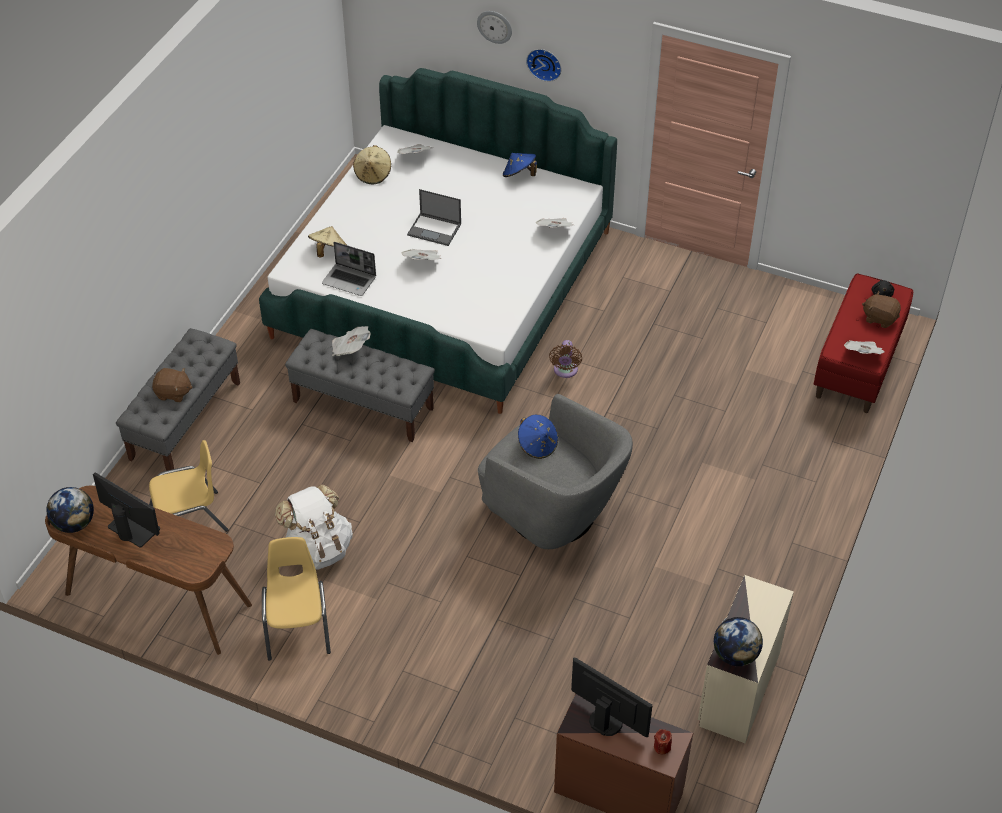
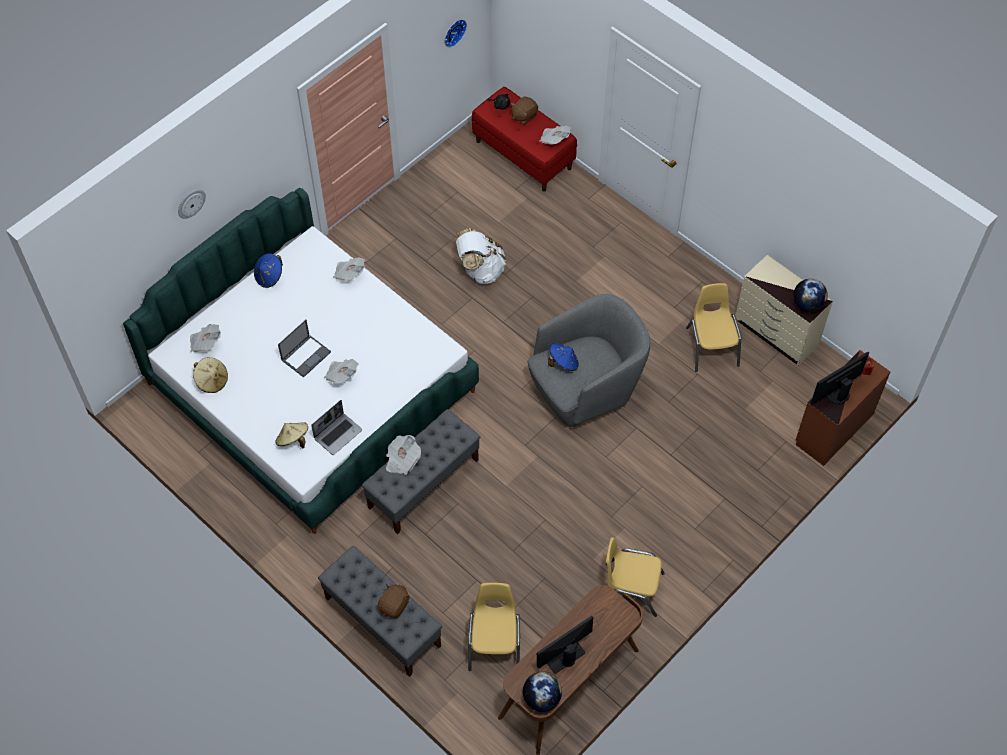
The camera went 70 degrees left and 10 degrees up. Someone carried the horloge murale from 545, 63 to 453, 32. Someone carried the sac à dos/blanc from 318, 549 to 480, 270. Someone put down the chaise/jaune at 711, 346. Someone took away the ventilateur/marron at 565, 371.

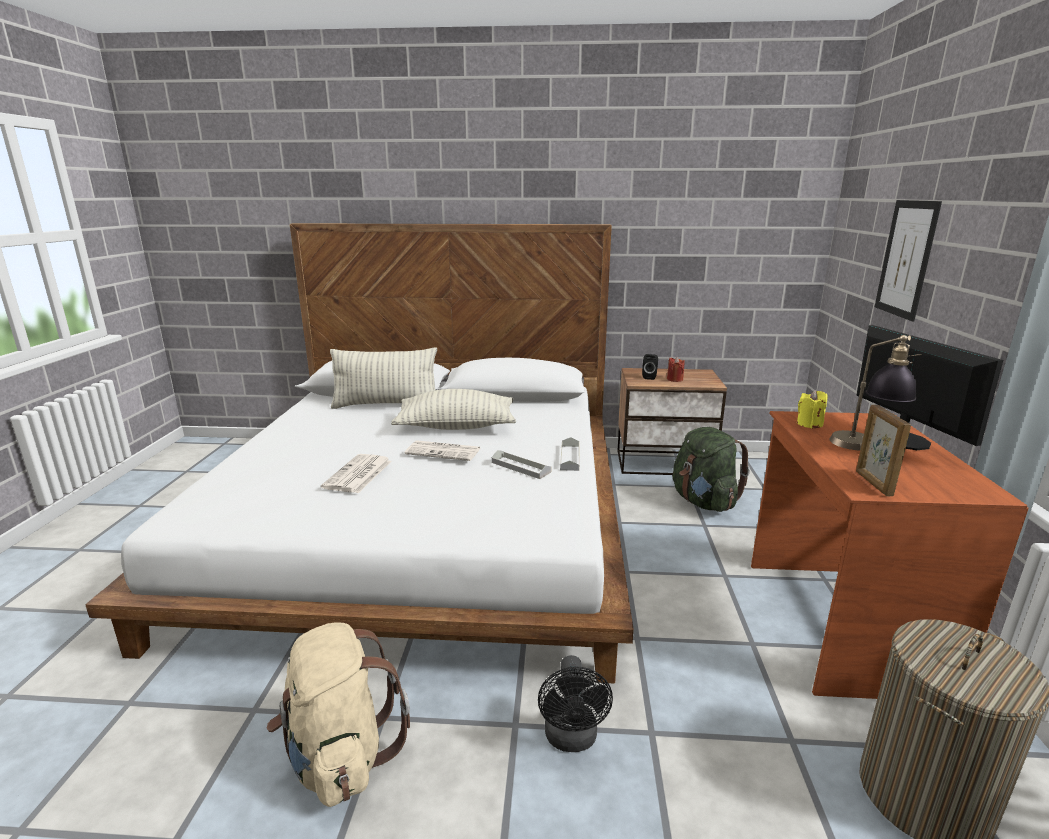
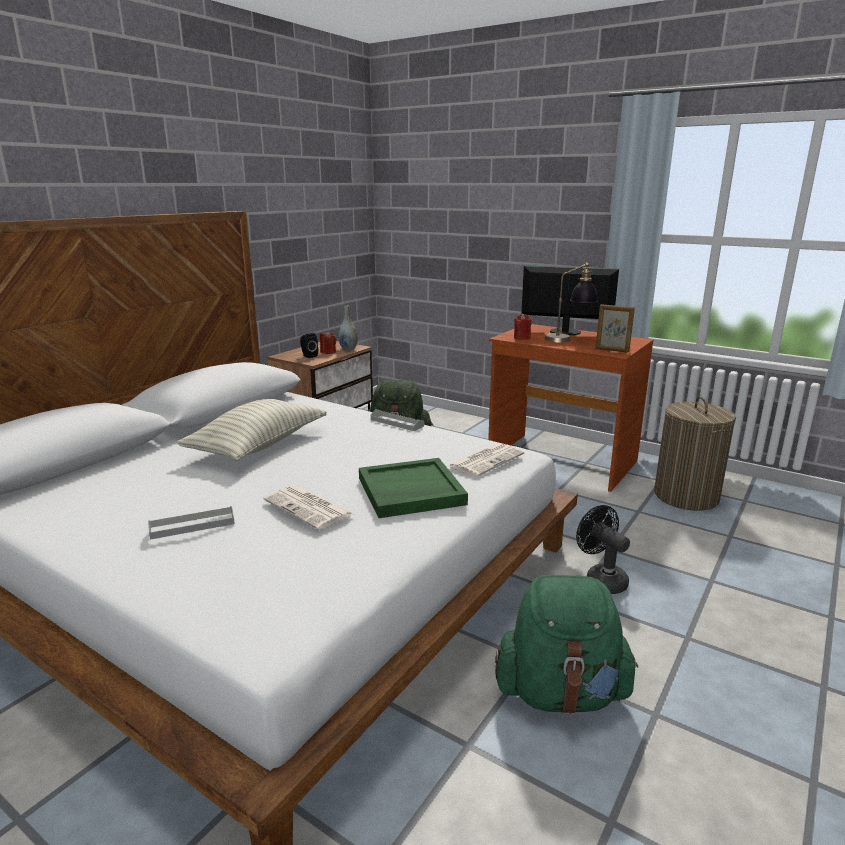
The camera went 60 degrees left and 0 degrees up. Someone carried the plateau/gris from 521, 467 to 192, 525. Someone put down the vase/gris at 348, 349. Someone put down the plateau/vert at 410, 491. Someone carried the journal from 444, 451 to 486, 460. Someone repainted the sac à dos/beige at 341, 756, which became the sac à dos/vert at 561, 693. Someone repainted the bougie/jaune at 809, 424, which became the bougie/rouge at 522, 338. Someone rotated the ventilateur/noir at 572, 739 by 150 degrees counterclockwise. Someone took away the coussin at 386, 405. Someone took away the tableau at 906, 259.

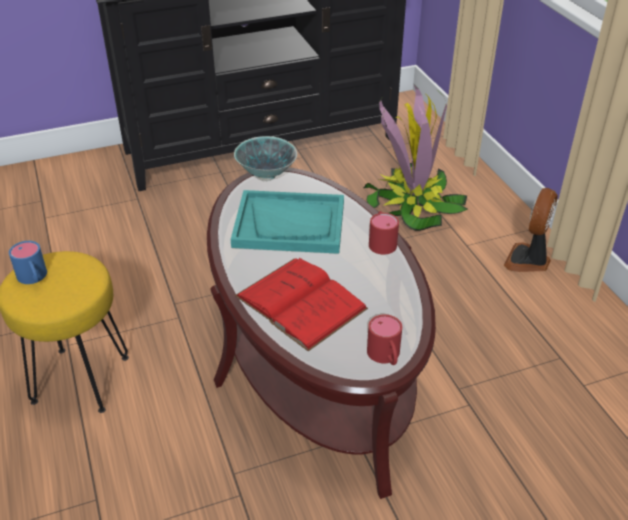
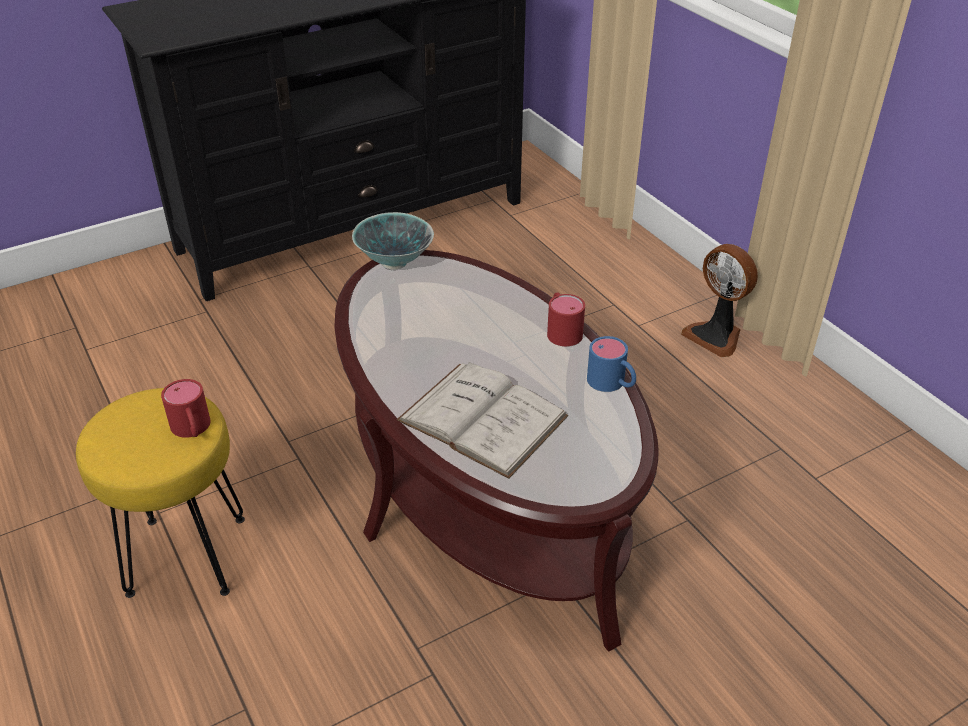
The camera went 10 degrees left and 0 degrees up. Someone carried the mug/rouge from 386, 357 to 192, 429. Someone repainted the livre/rouge at 300, 302, which became the livre/blanc at 482, 418. Someone carried the mug/bleu from 34, 278 to 612, 384. Someone rotated the ventilateur at 528, 260 by 60 degrees counterclockwise. Someone took away the plateau/turquoise at 290, 224. Someone took away the plante en pot at 411, 206.

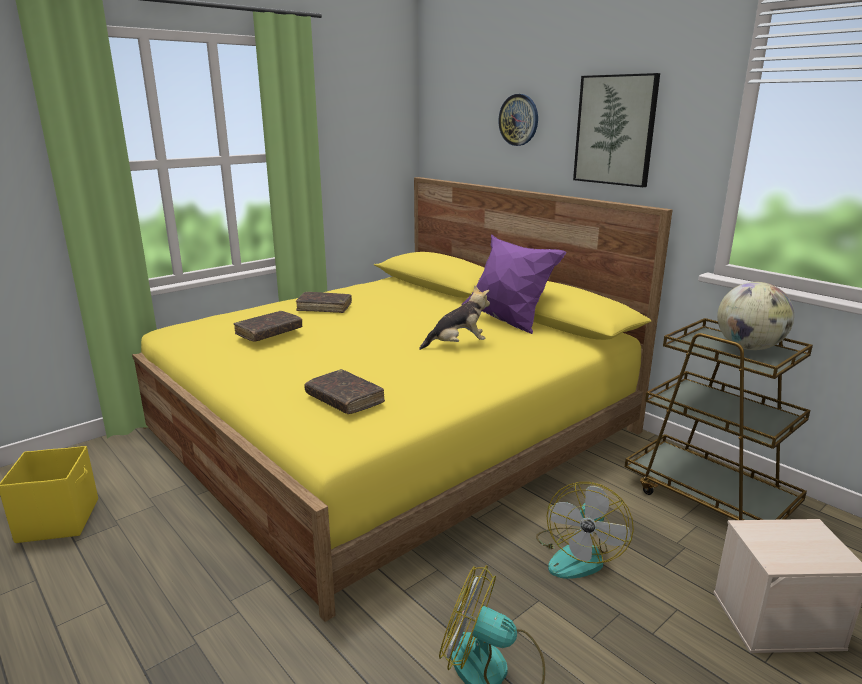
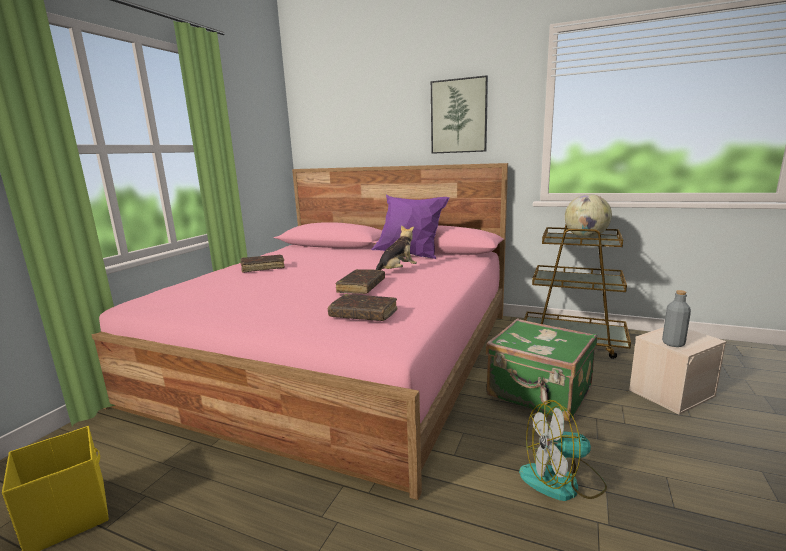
The camera went 25 degrees left and 5 degrees down. Someone repainted the lit/jaune at 391, 429, which became the lit/rose at 340, 354. Someone carried the livre/marron from 269, 332 to 361, 287. Someone swapped the ventilateur at 578, 554 for the valise/vert at 539, 393. Someone put down the bouteille/gris at 673, 343. Someone took away the horloge murale at 519, 120.

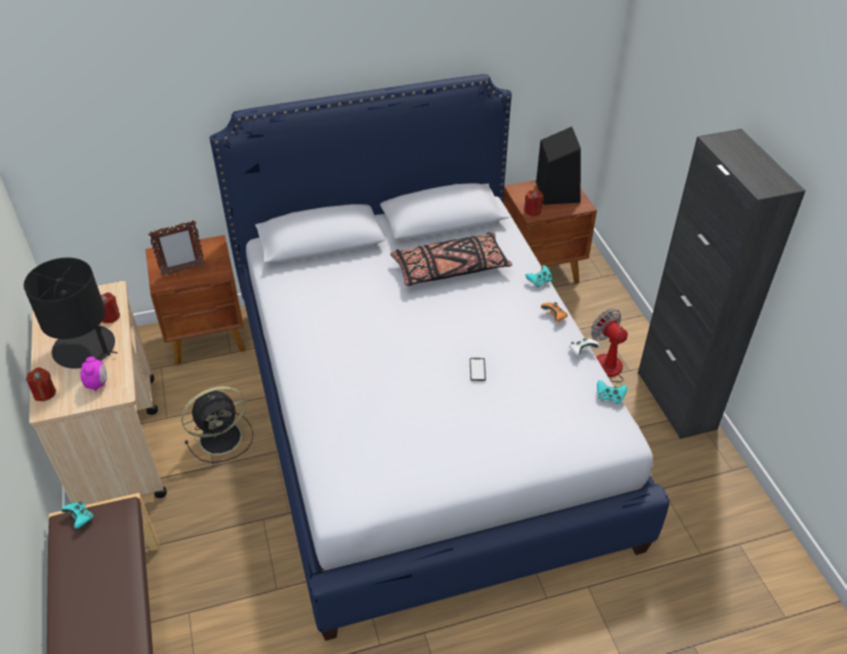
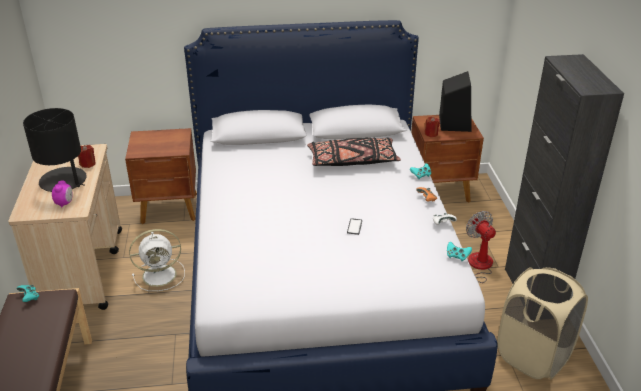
The camera went 10 degrees right and 10 degrees down. Someone repainted the ventilateur/noir at 222, 437, which became the ventilateur/blanc at 161, 275. Someone put down the panier à linge/beige at 533, 356. Someone took away the bougie/rouge at 44, 393. Someone took away the cadre photo at 182, 270.

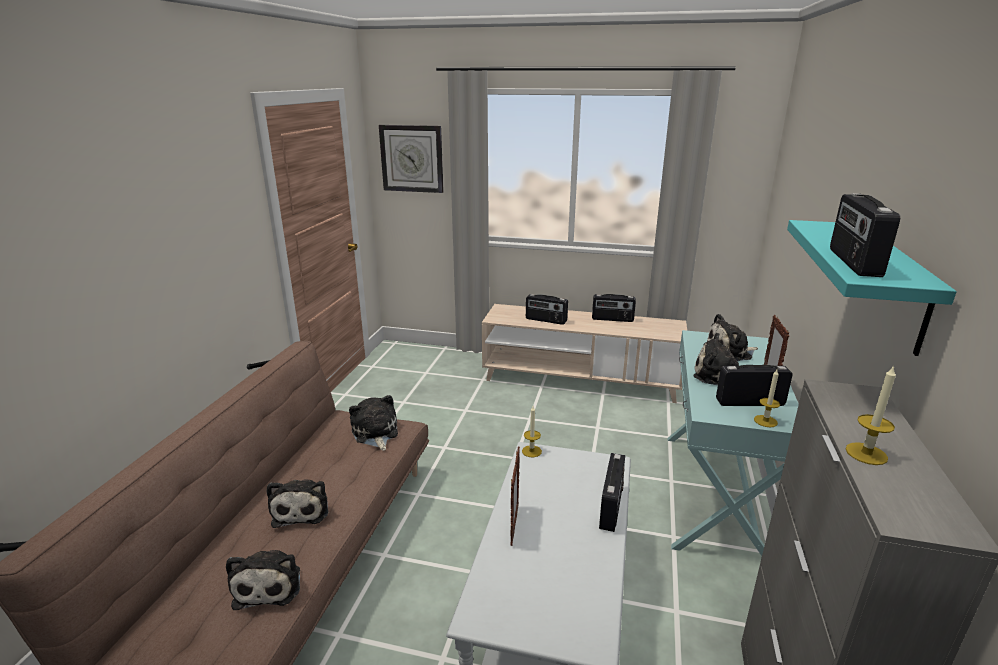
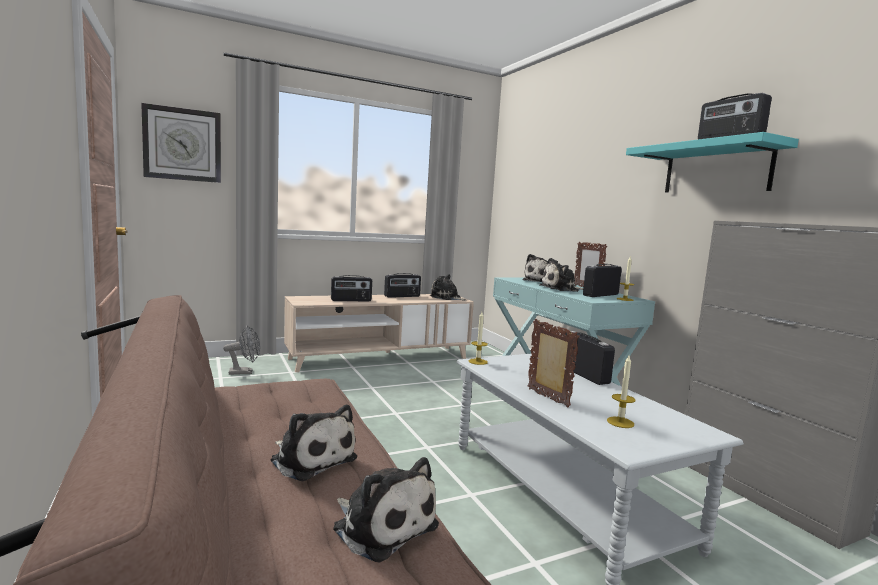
The camera went 40 degrees left and 15 degrees down. Someone put down the ventilateur/gris at 245, 372. Someone carried the peluche from 375, 433 to 446, 298. Someone carried the bougie from 866, 453 to 620, 422.

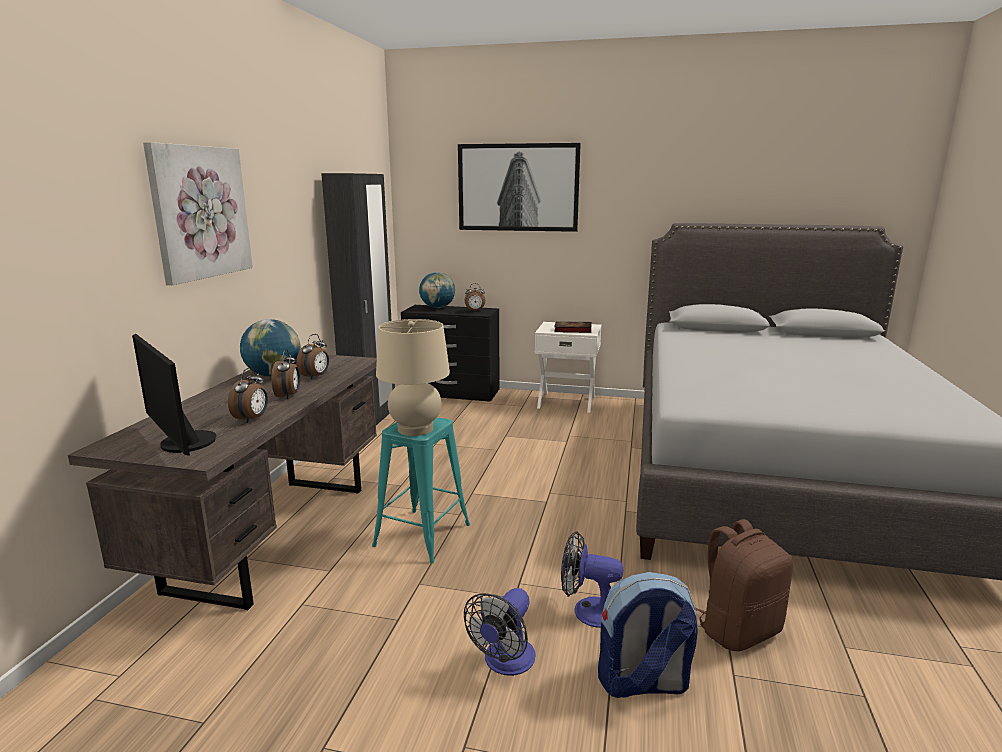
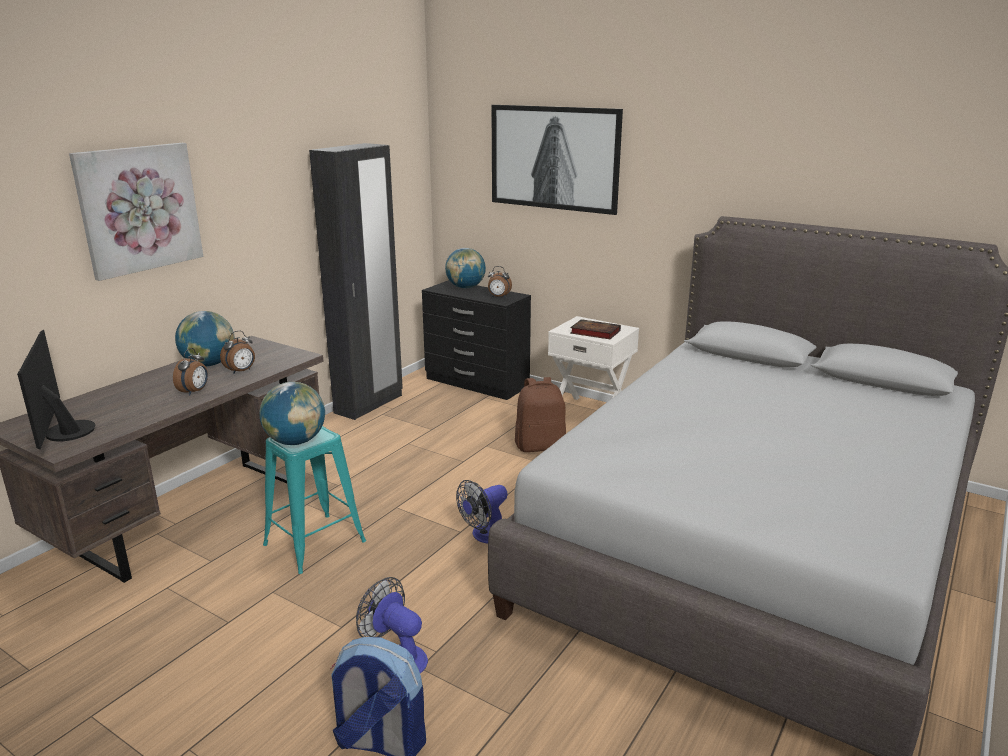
The camera went 20 degrees right and 5 degrees up. Someone swapped the lampe de table/beige at 415, 429 for the globe at 295, 441. Someone carried the ventilateur from 505, 663 to 485, 535. Someone carried the sac à dos/marron from 738, 630 to 540, 446. Someone took away the réveil at 252, 419.

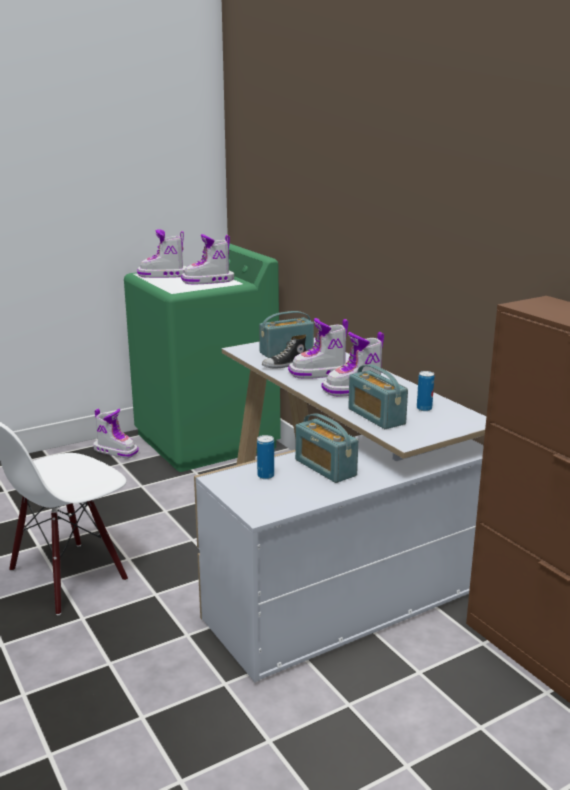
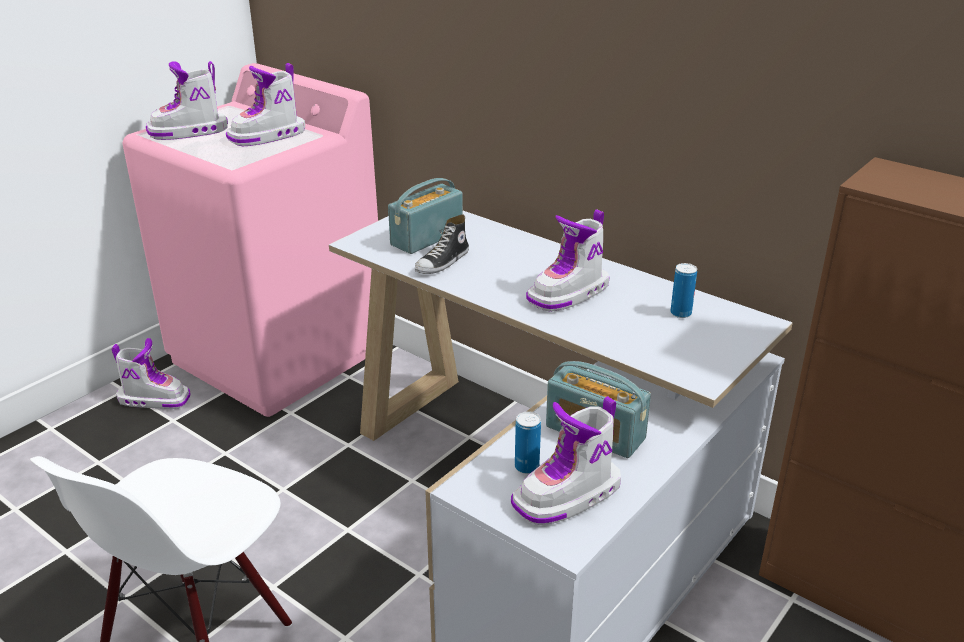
The camera went 20 degrees left and 10 degrees up. Someone repainted the lave-linge/vert at 206, 440, which became the lave-linge/rose at 278, 355. Someone carried the botte from 320, 373 to 568, 497. Someone took away the radio at 376, 416.

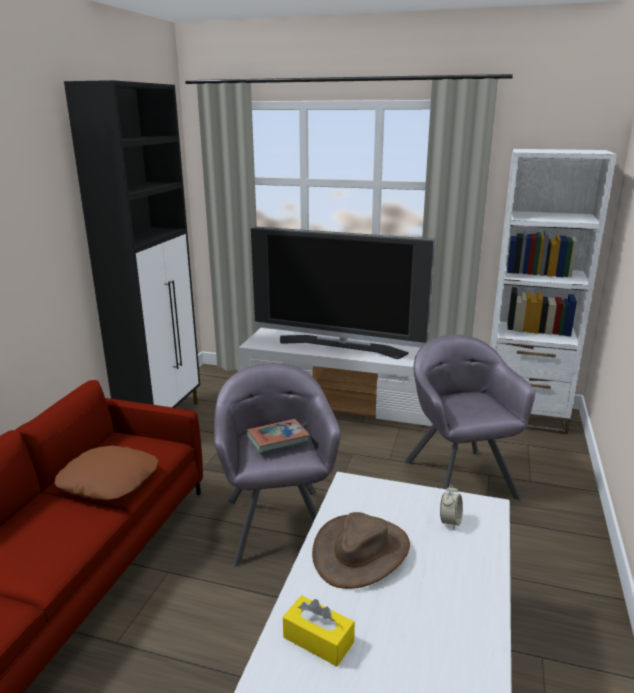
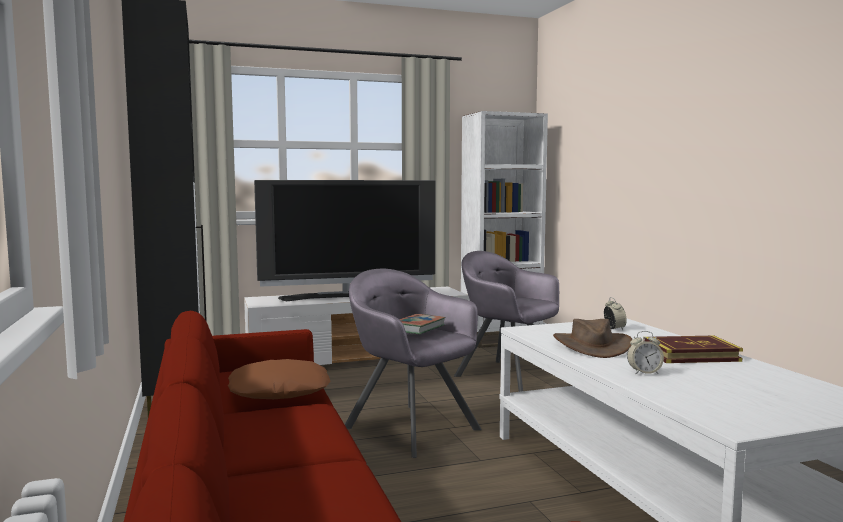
The camera went 35 degrees left and 15 degrees down. Someone swapped the boîte à mouchoirs/jaune at 318, 640 for the réveil at 644, 372. Someone put down the livre at 690, 355.

